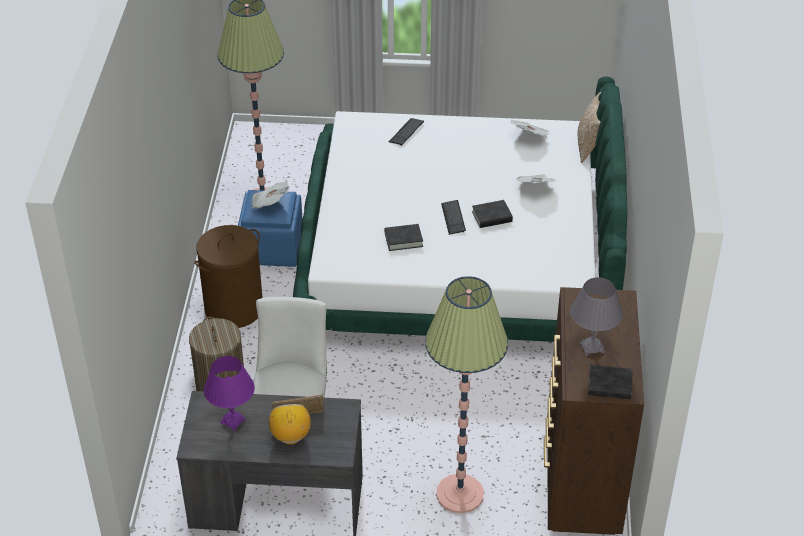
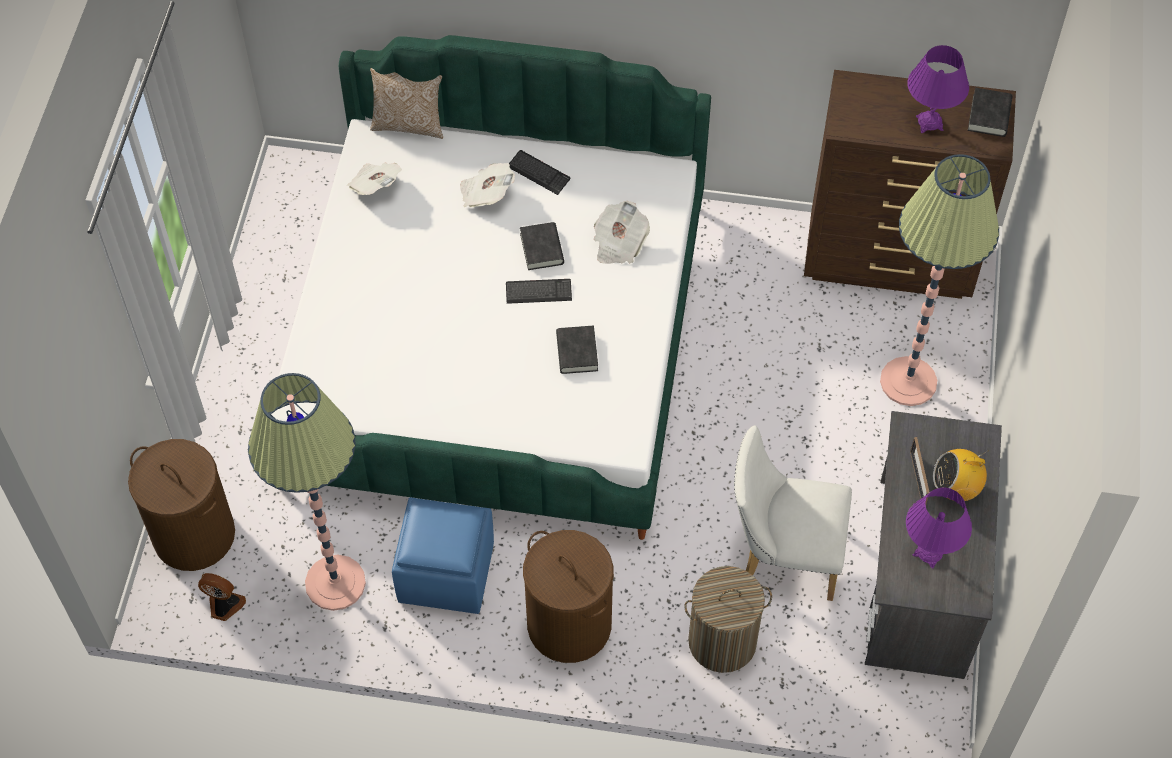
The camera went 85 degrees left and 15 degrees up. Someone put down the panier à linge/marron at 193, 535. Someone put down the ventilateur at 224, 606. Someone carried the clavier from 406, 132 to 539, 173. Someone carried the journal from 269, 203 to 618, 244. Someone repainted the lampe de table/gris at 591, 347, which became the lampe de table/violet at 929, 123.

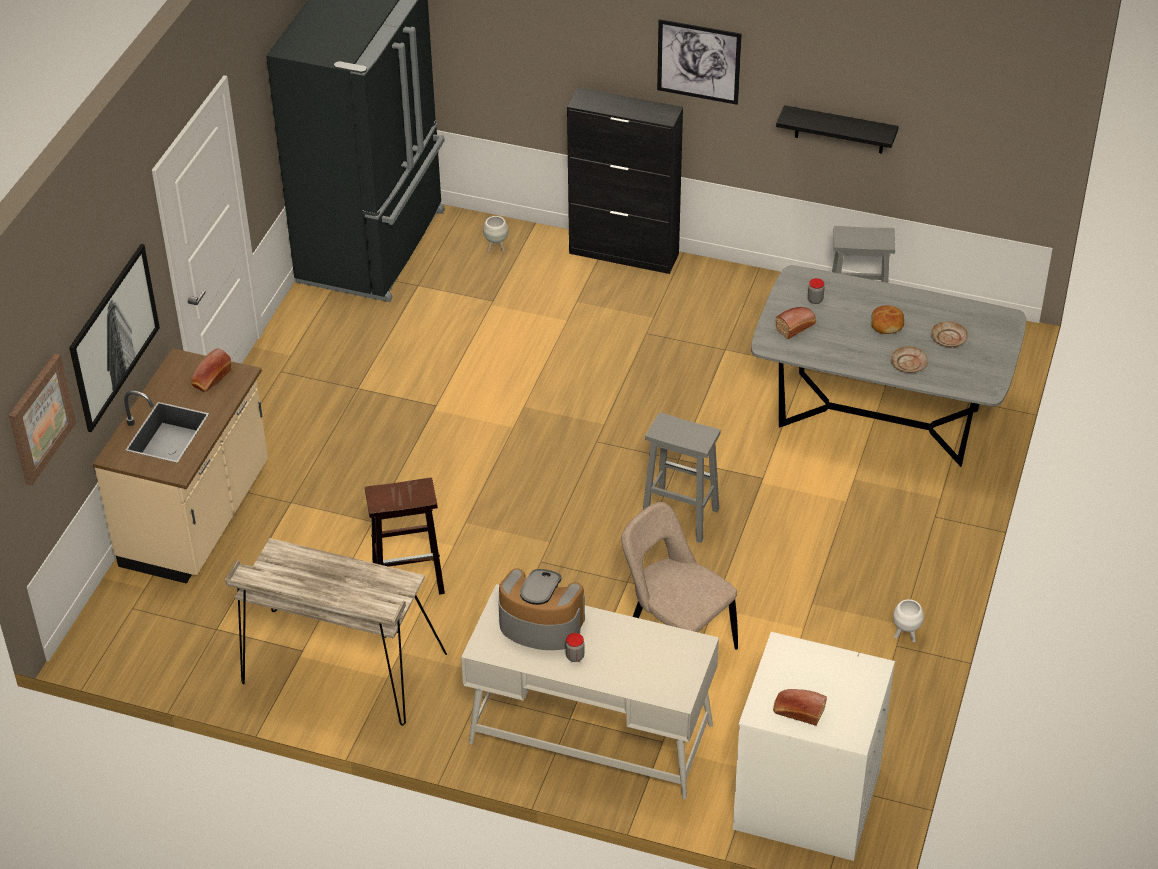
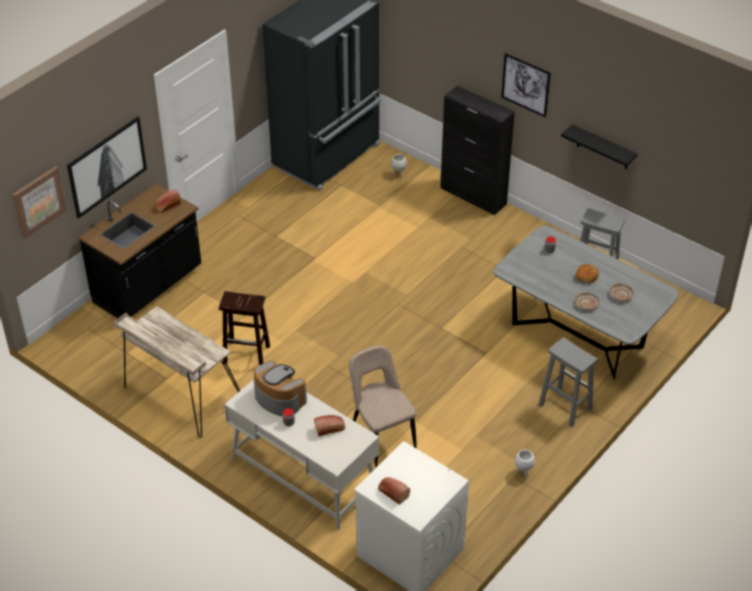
The camera went 20 degrees right and 0 degrees up. Someone repainted the comptoir de cuisine/beige at 197, 518, which became the comptoir de cuisine/noir at 149, 287. Someone carried the pain from 796, 327 to 330, 428. Someone carried the tabouret/gris from 678, 517 to 564, 407.

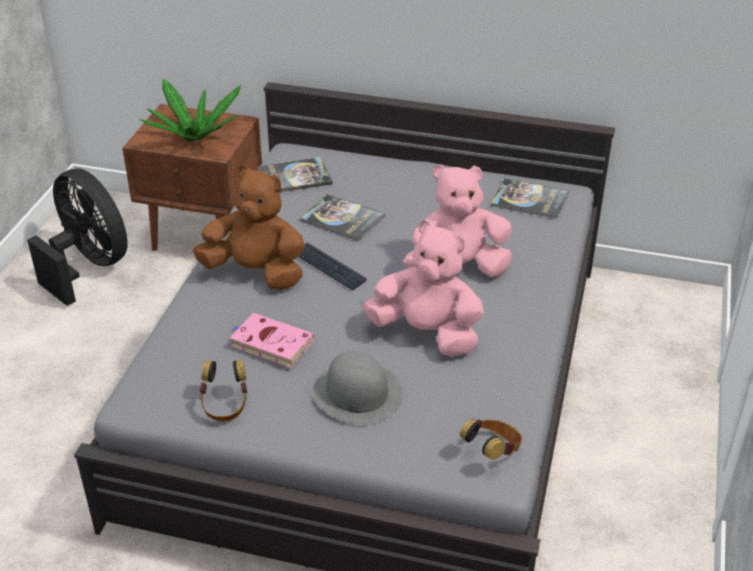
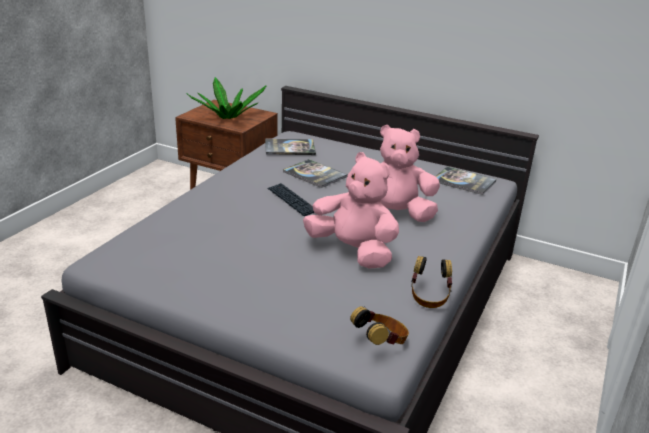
The camera went 10 degrees right and 10 degrees down. Someone carried the casque audio from 225, 405 to 429, 297. Someone took away the ventilateur/noir at 88, 266. Someone took away the peluche/marron at 256, 272. Someone took away the livre/rose at 270, 343. Someone took away the chapeau/gris at 356, 393.

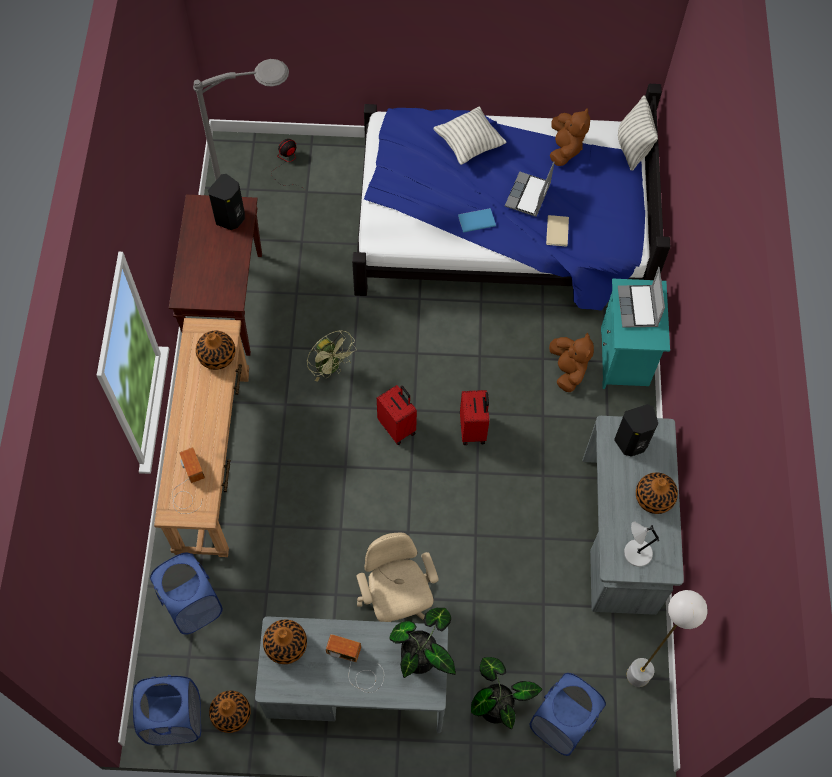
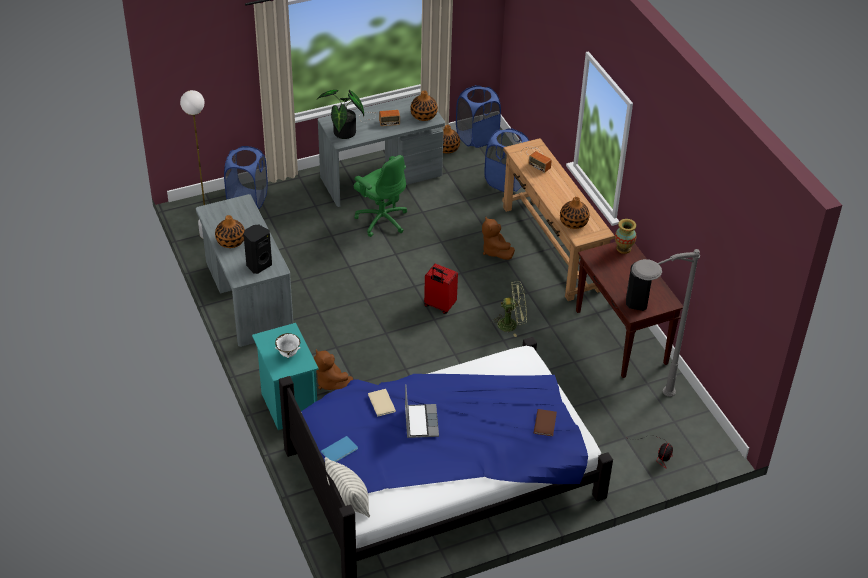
The camera went 155 degrees right and 20 degrees down. Someone swapped the ordinateur portable at 638, 308 for the bol/blanc at 288, 354. Someone carried the livre/bleu from 475, 220 to 340, 450. Someone repainted the chaise de bureau/beige at 396, 602, which became the chaise de bureau/vert at 381, 220. Someone carried the peluche/marron from 565, 148 to 495, 251. Someone rotated the ventilateur/vert at 331, 367 by 150 degrees clockwise. Someone put down the livre/marron at 546, 422. Someone put down the vase at 623, 248. Someone took away the coussin at 469, 144. Someone took away the valise/rouge at 473, 429. Someone took away the plante en pot at 496, 702. Someone took away the lampe de table/gris at 636, 553.

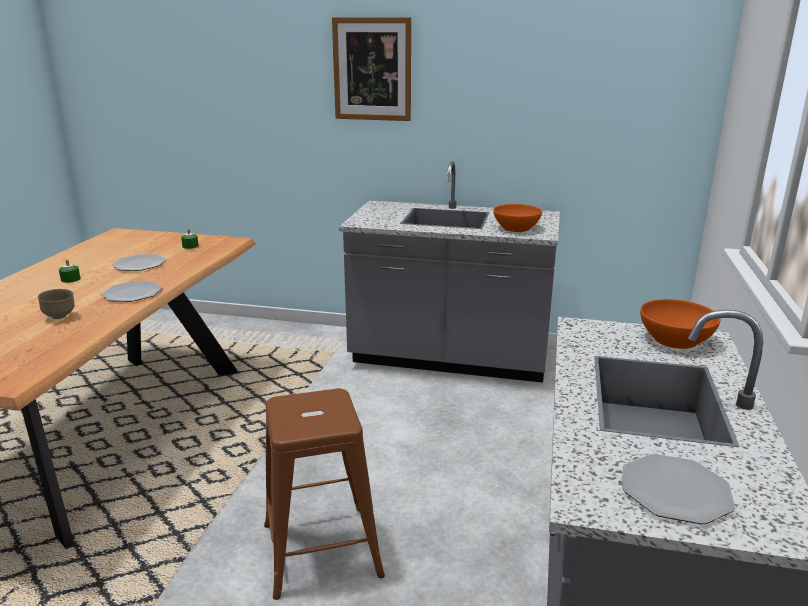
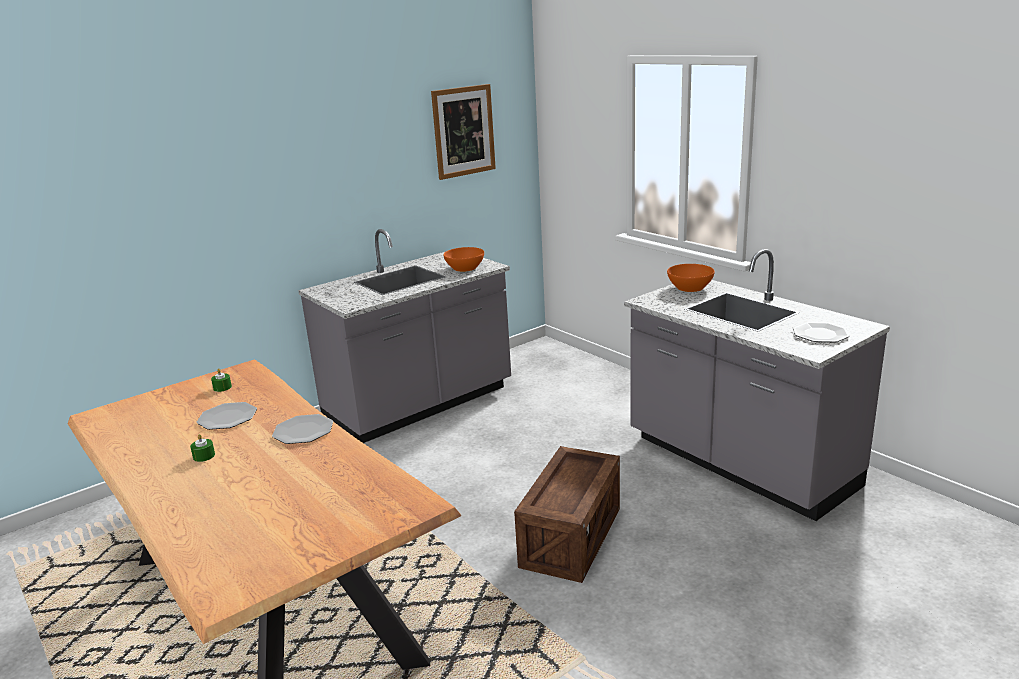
The camera went 50 degrees left and 0 degrees up. Someone carried the tableau from 372, 69 to 463, 131. Someone swapped the tabouret/marron at 321, 549 for the caisse at 571, 538. Someone took away the bol/marron at 60, 317.

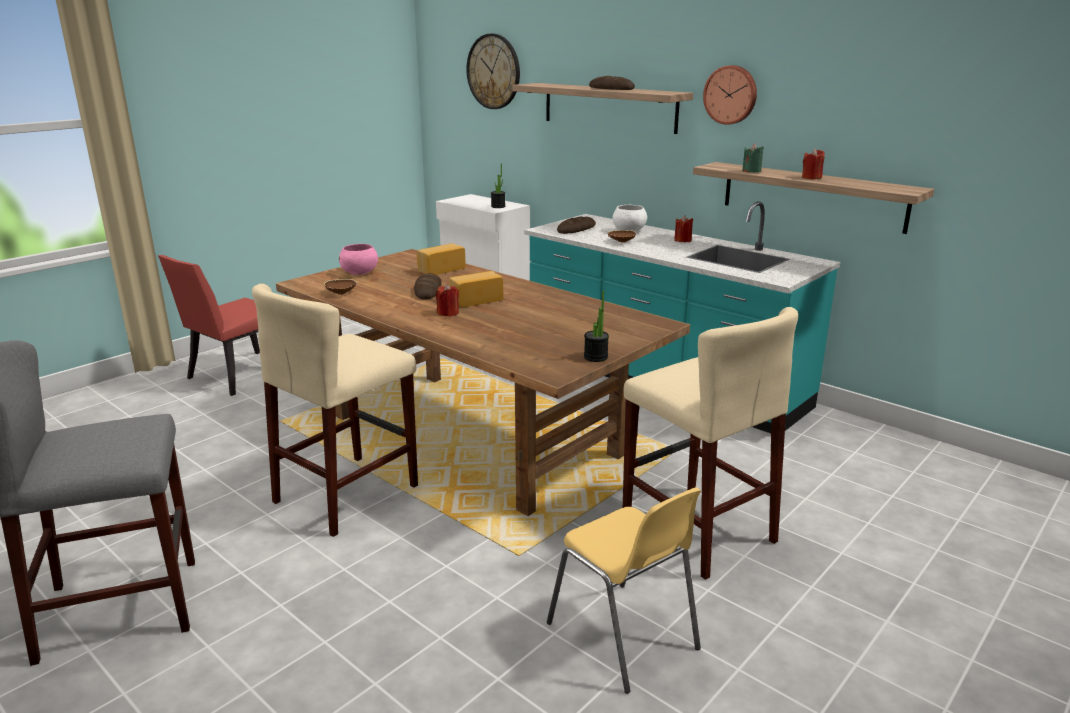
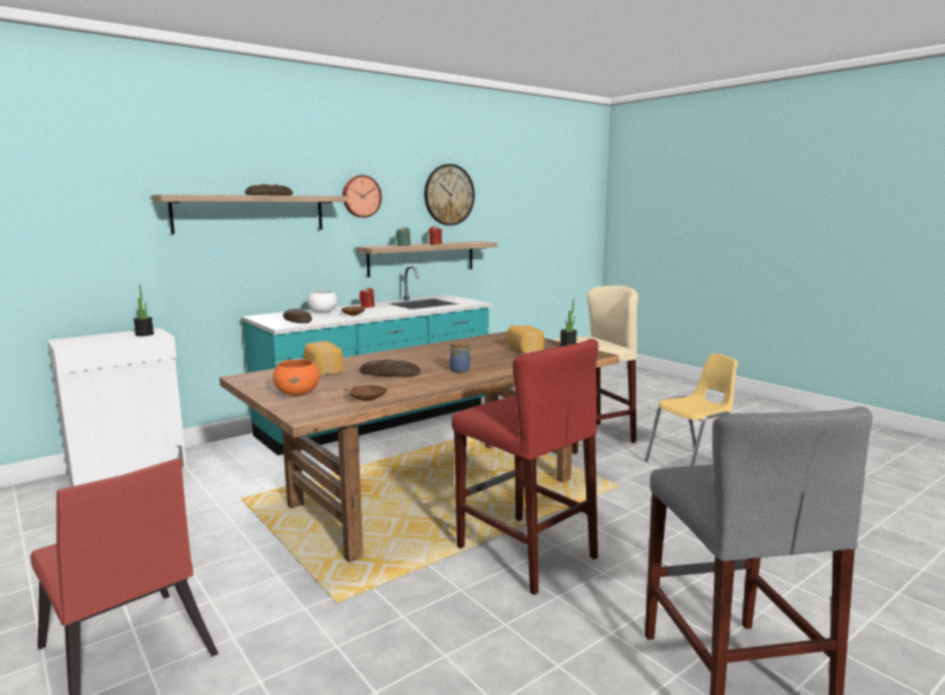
The camera went 80 degrees left and 10 degrees down. Someone repainted the bol/rose at 360, 273, which became the bol/orange at 298, 394. Someone carried the horloge murale from 493, 71 to 449, 195. Someone swapped the bougie/rouge at 448, 313 for the bocal at 460, 370. Someone repainted the tabouret/beige at 347, 494, which became the tabouret/rouge at 525, 552. Someone carried the pain from 475, 300 to 524, 349.

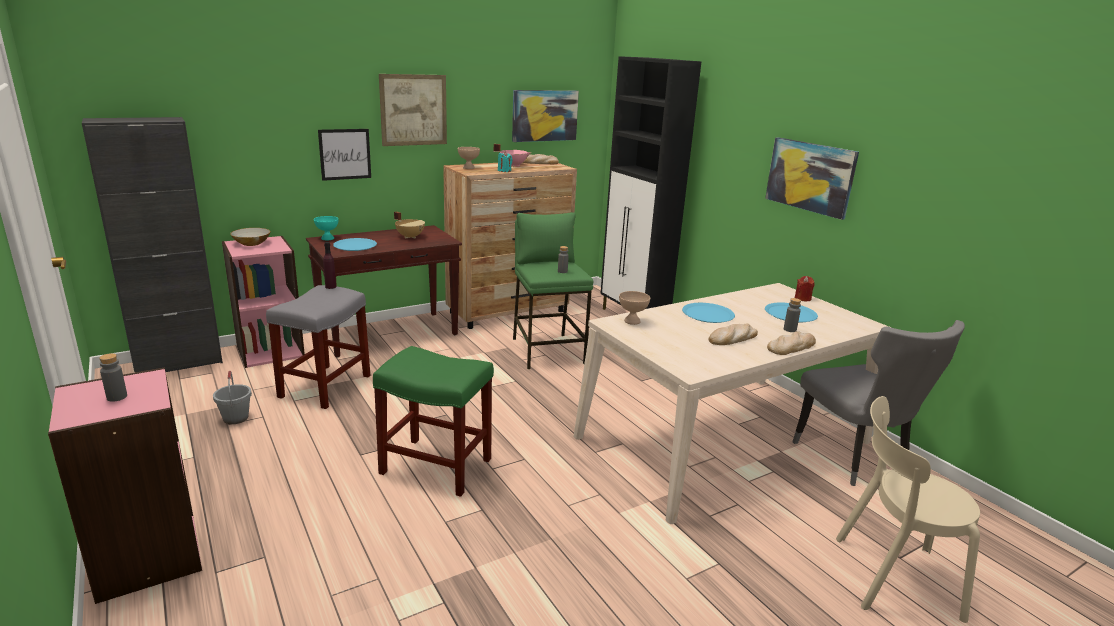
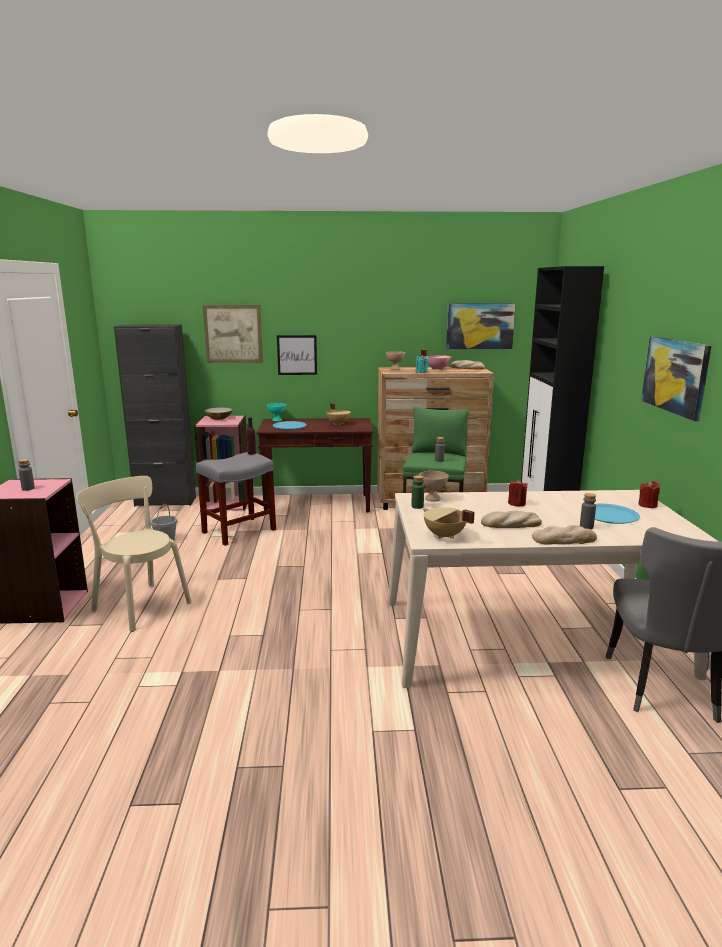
The camera went 30 degrees right and 5 degrees down. Someone carried the chaise/beige from 889, 576 to 139, 605. Someone carried the tableau from 413, 110 to 233, 334. Someone put down the bouteille/vert at 417, 506. Someone put down the marmite/beige at 444, 536. Someone swapped the assiette/bleu at 708, 314 for the bougie/rouge at 516, 503. Someone took away the tabouret/vert at 437, 466.

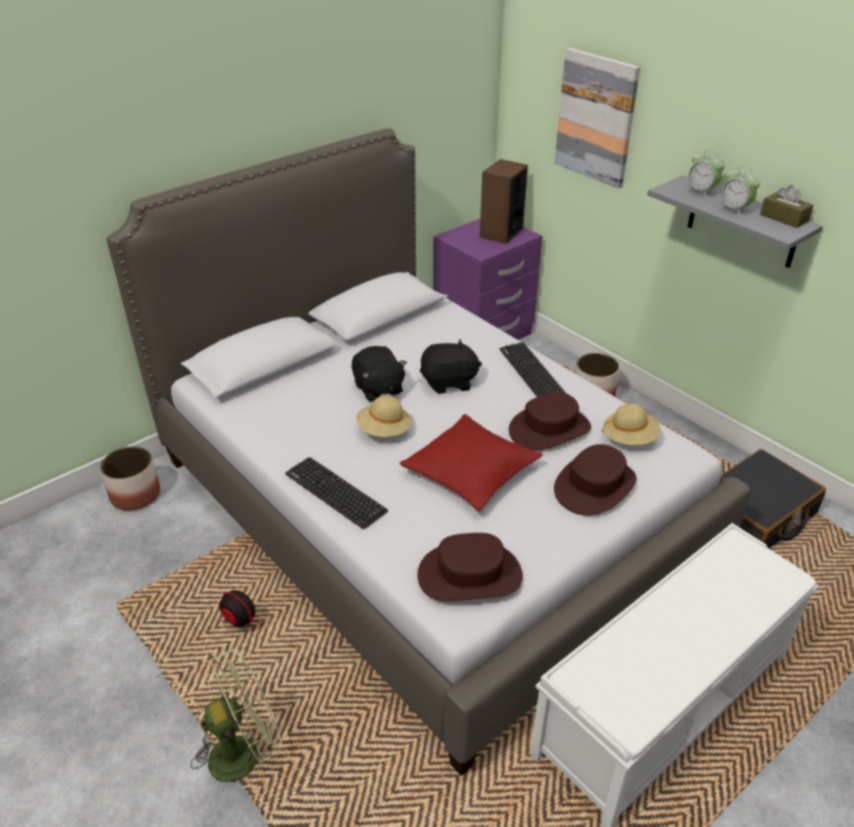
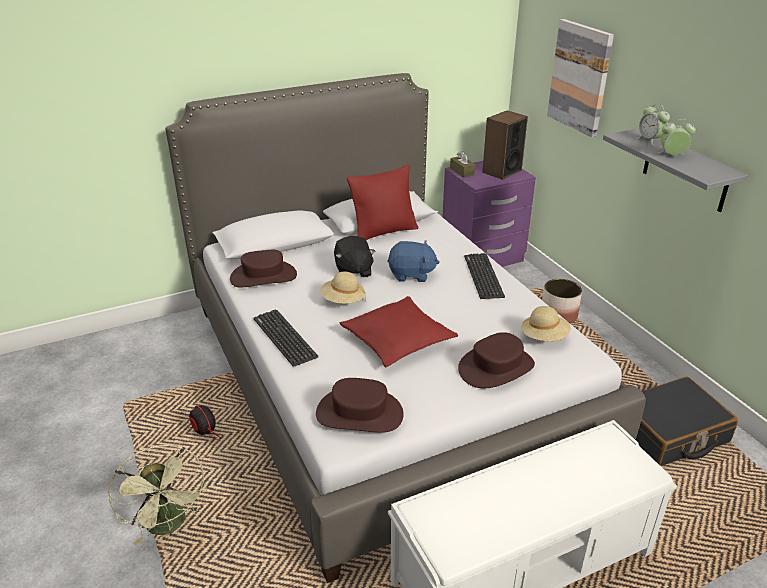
The camera went 15 degrees right and 5 degrees down. Someone rotated the ventilateur/vert at 244, 752 by 75 degrees clockwise. Someone carried the chapeau/marron from 549, 429 to 263, 276. Someone put down the coussin/rouge at 384, 232. Someone repainted the peluche/noir at 449, 382, which became the peluche/bleu at 411, 274. Someone carried the boîte à mouchoirs/marron from 783, 218 to 462, 171. Someone rotated the réveil at 734, 210 by 120 degrees clockwise. Someone took away the cache-pot at 136, 495.

